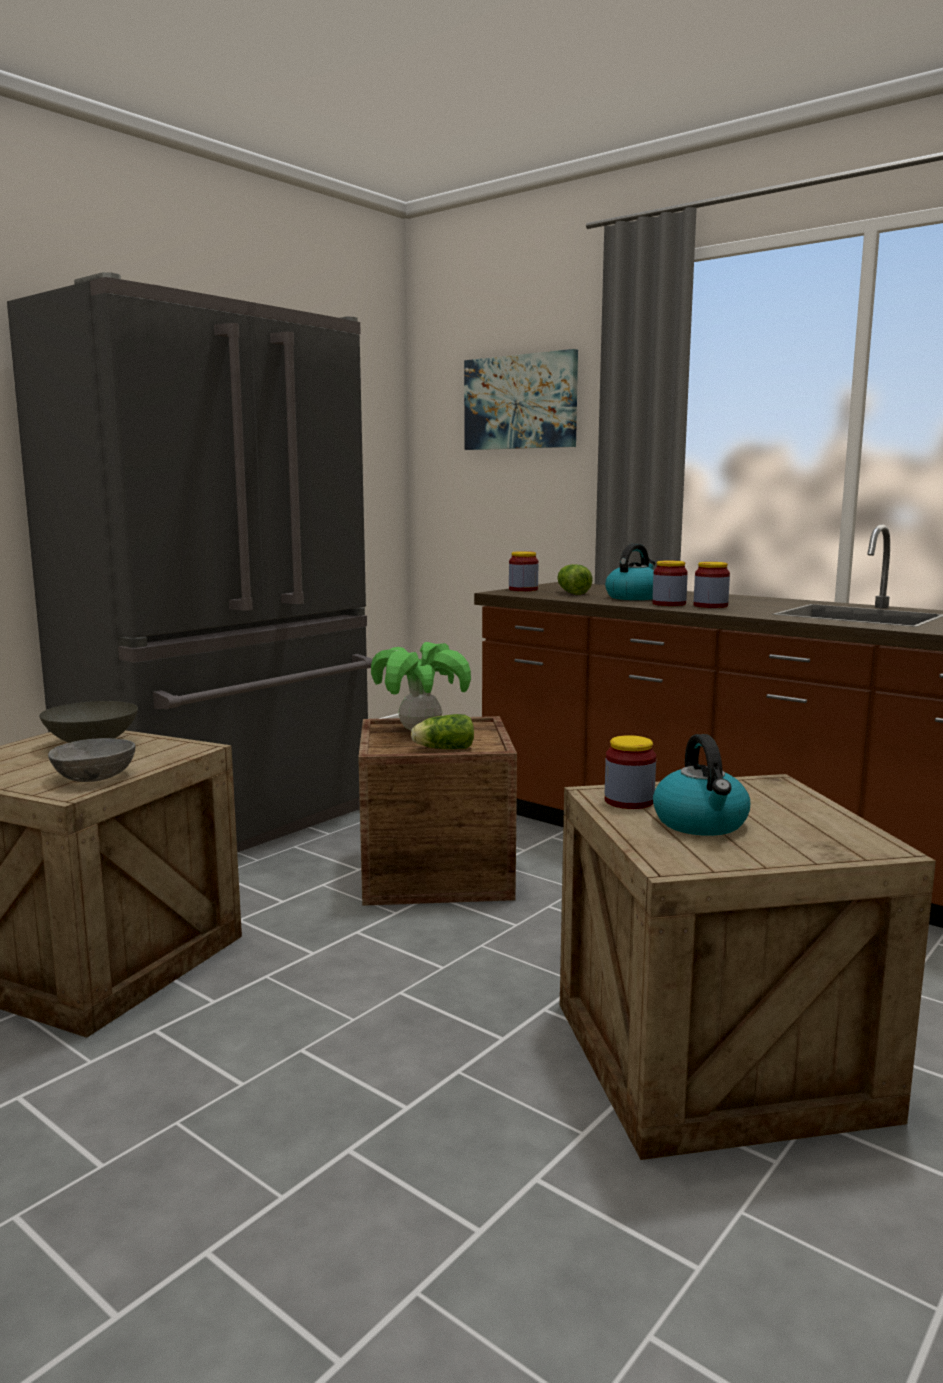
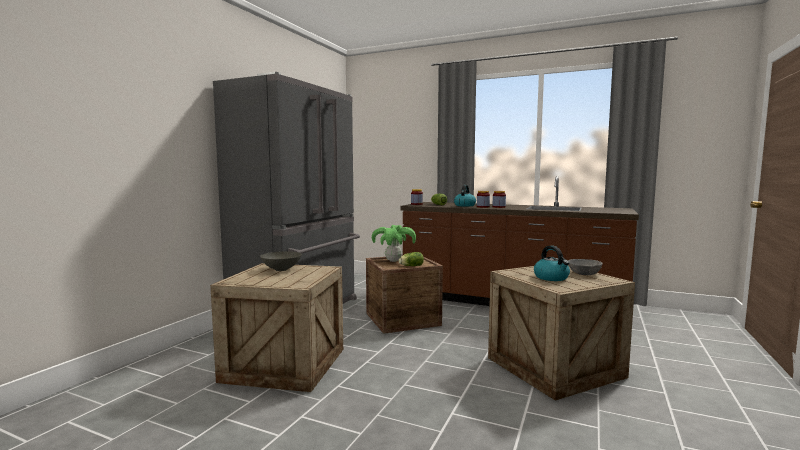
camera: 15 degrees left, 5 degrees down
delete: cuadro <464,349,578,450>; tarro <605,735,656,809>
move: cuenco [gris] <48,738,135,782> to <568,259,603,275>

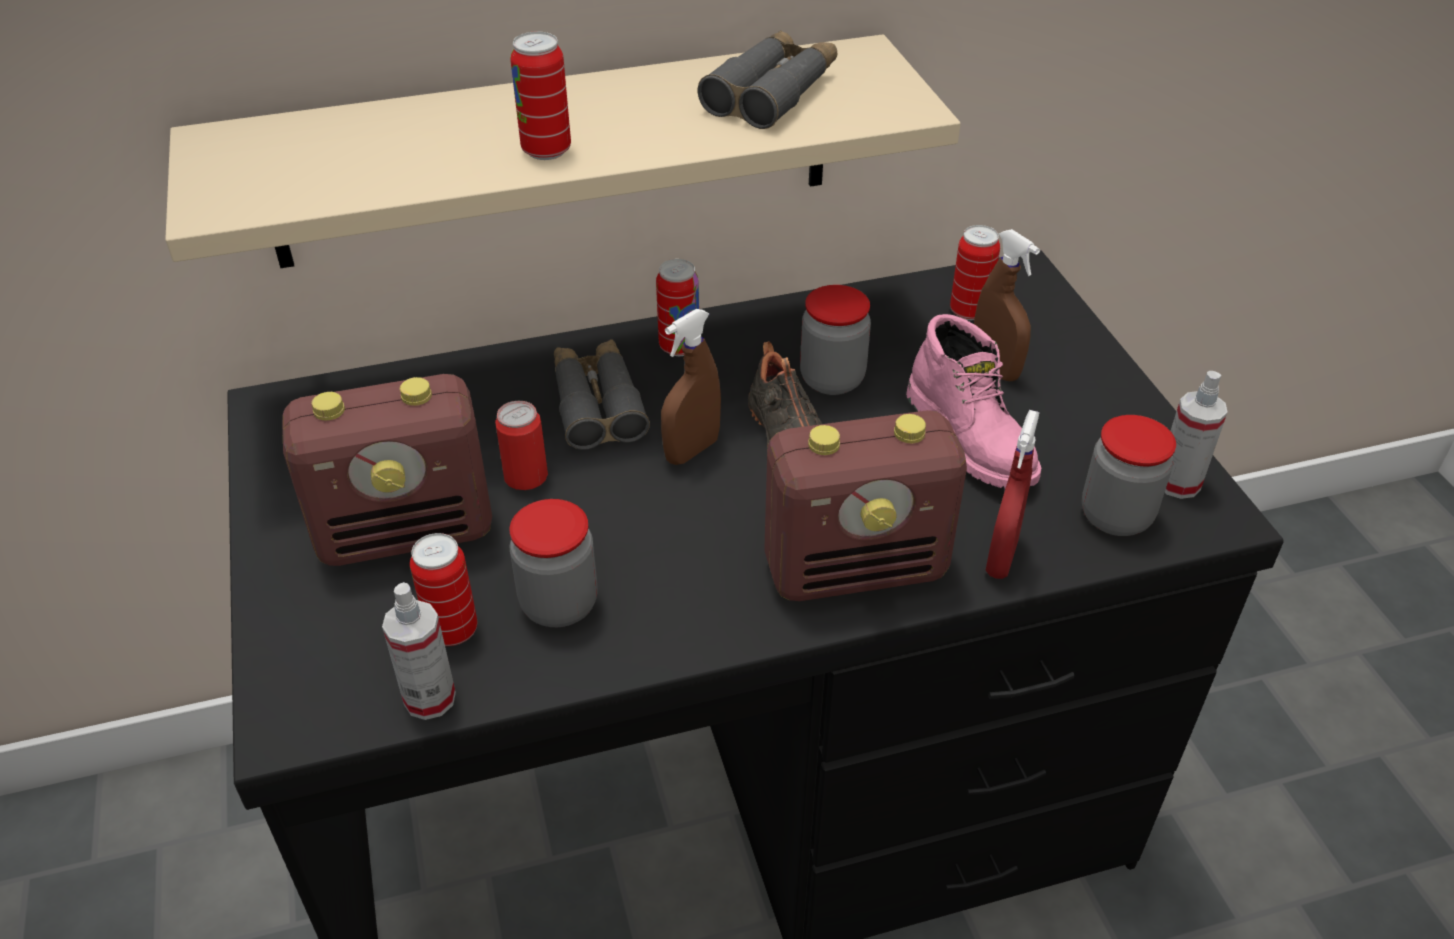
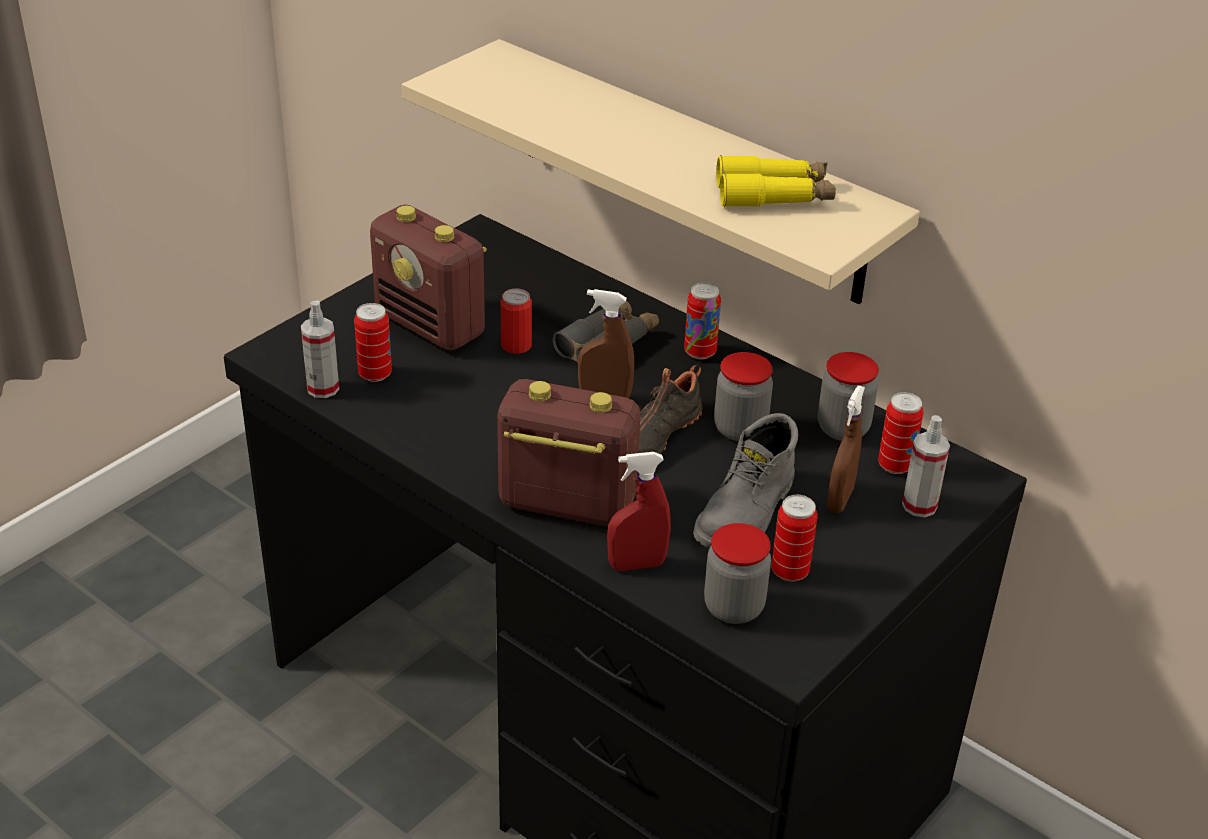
camera: 55 degrees right, 5 degrees down
move: lata <510,32,571,160> to <772,495,818,582>; pulverizador <1165,371,1228,499> to <902,415,950,517>; tarro <510,499,598,627> to <818,352,879,441>
recolor: prismáticos [gris] <698,31,837,129> to prismáticos [amarillo] <717,155,836,207>; bota [rosa] <906,314,1041,488> to bota [gris] <693,413,798,548>
rotate: radio <764,410,967,601> = <497,379,640,527> 150 degrees clockwise

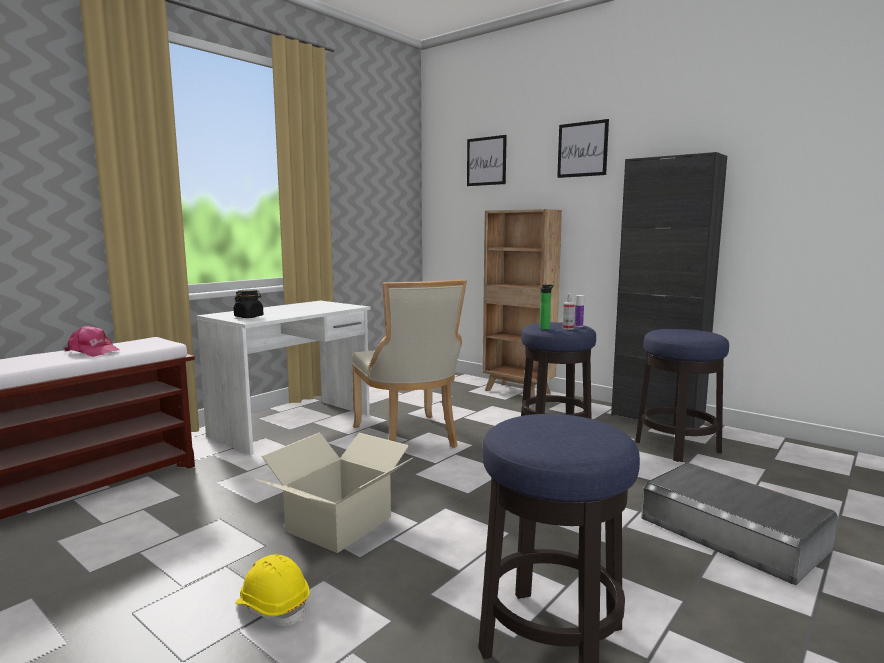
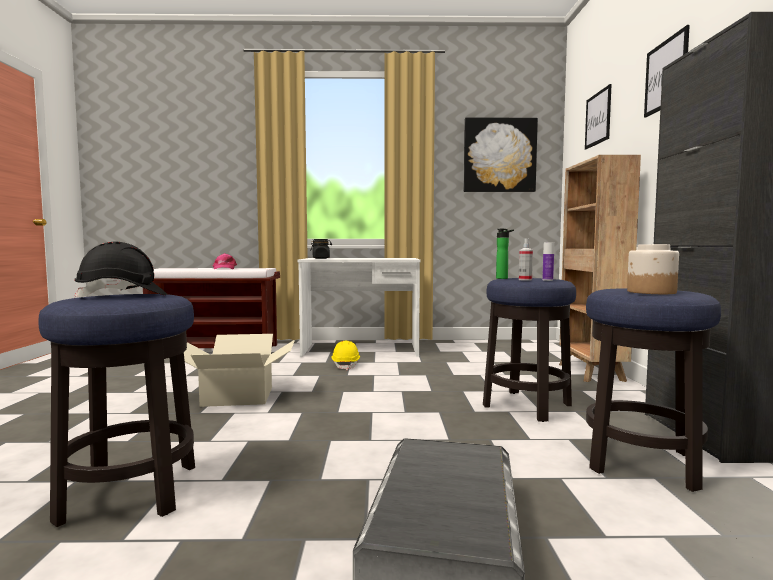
camera: 50 degrees right, 5 degrees down
delete: silla [beis] <352,279,467,448>
insert: cuadro <463,117,538,192>; casco [negro] <74,242,167,297>; tarro <627,244,679,294>
move: casco [amarillo] <235,555,309,626> to <331,341,360,370>

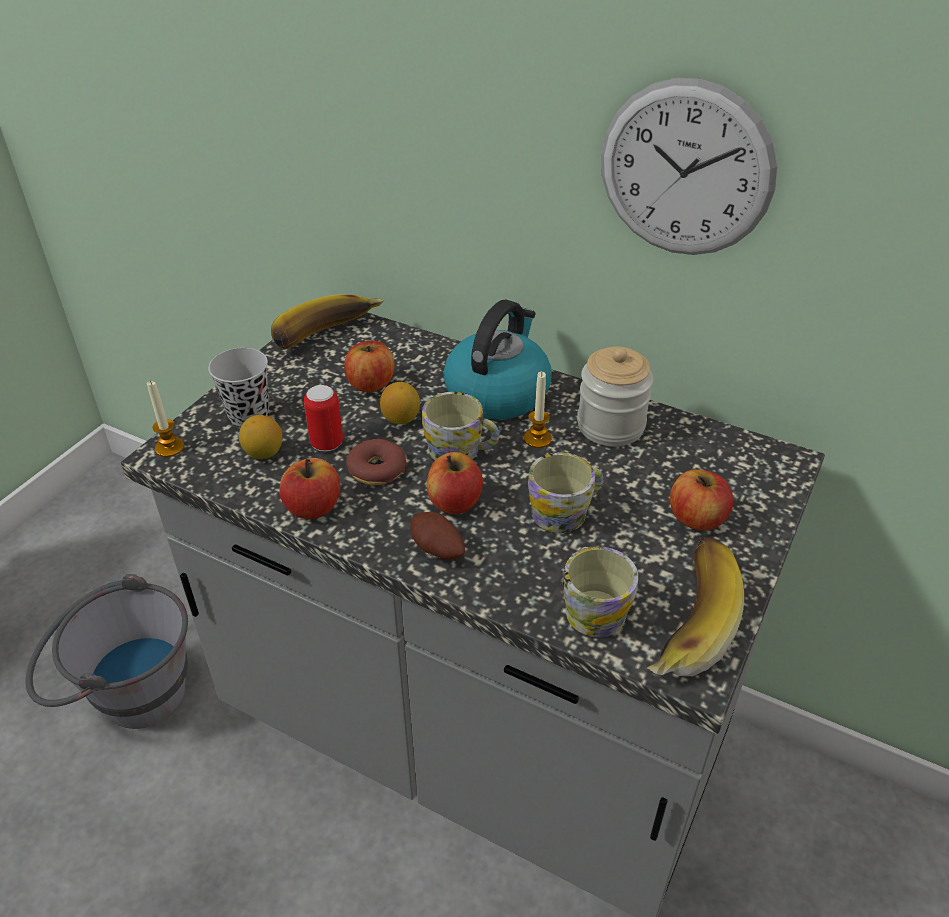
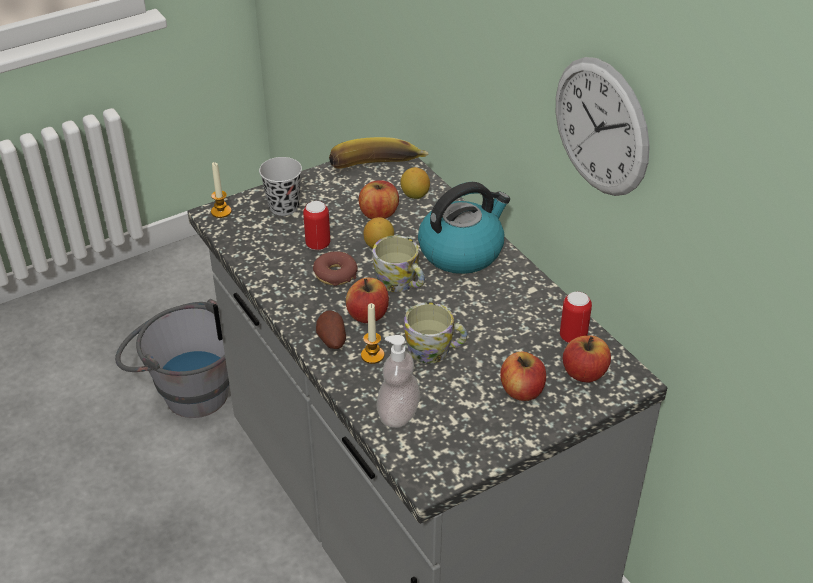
camera: 30 degrees right, 0 degrees up
delete: tarro <577,347,653,446>; plátano <647,538,744,676>
insert: lata <560,292,592,343>
move: vela <524,372,552,448> to <361,303,384,364>; limón <239,415,282,459> to <401,167,430,199>; manzana <279,458,340,519> to <563,336,611,382>
replace: taza grande <563,546,638,637> to dispensador de jabón <376,335,420,428>

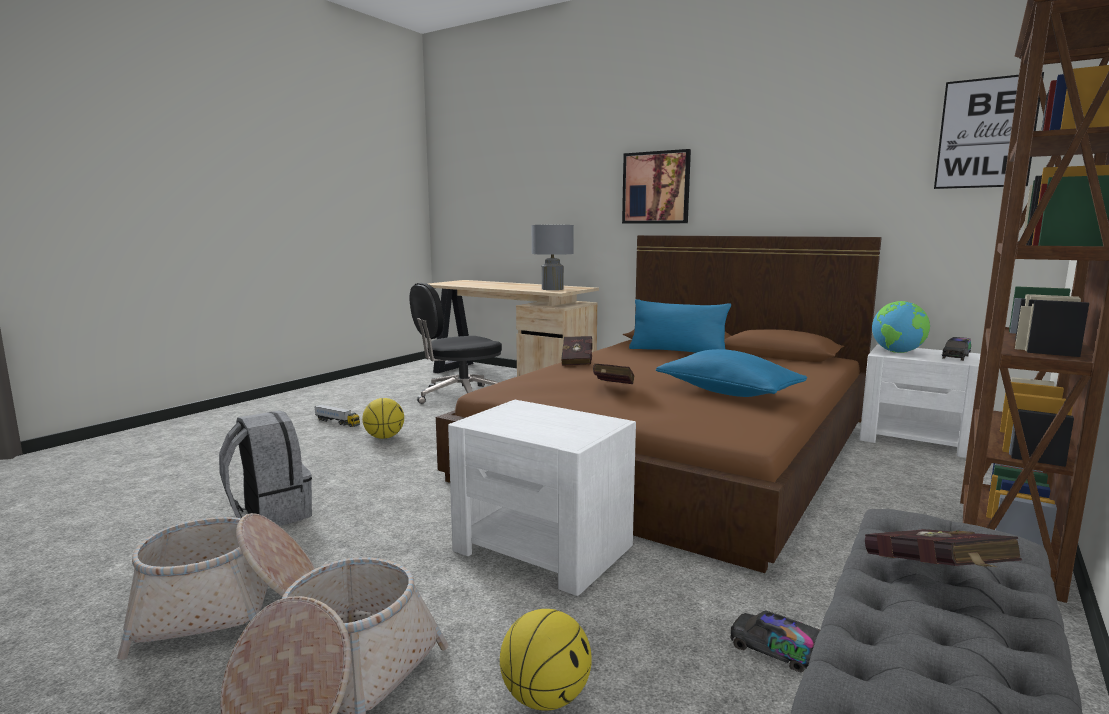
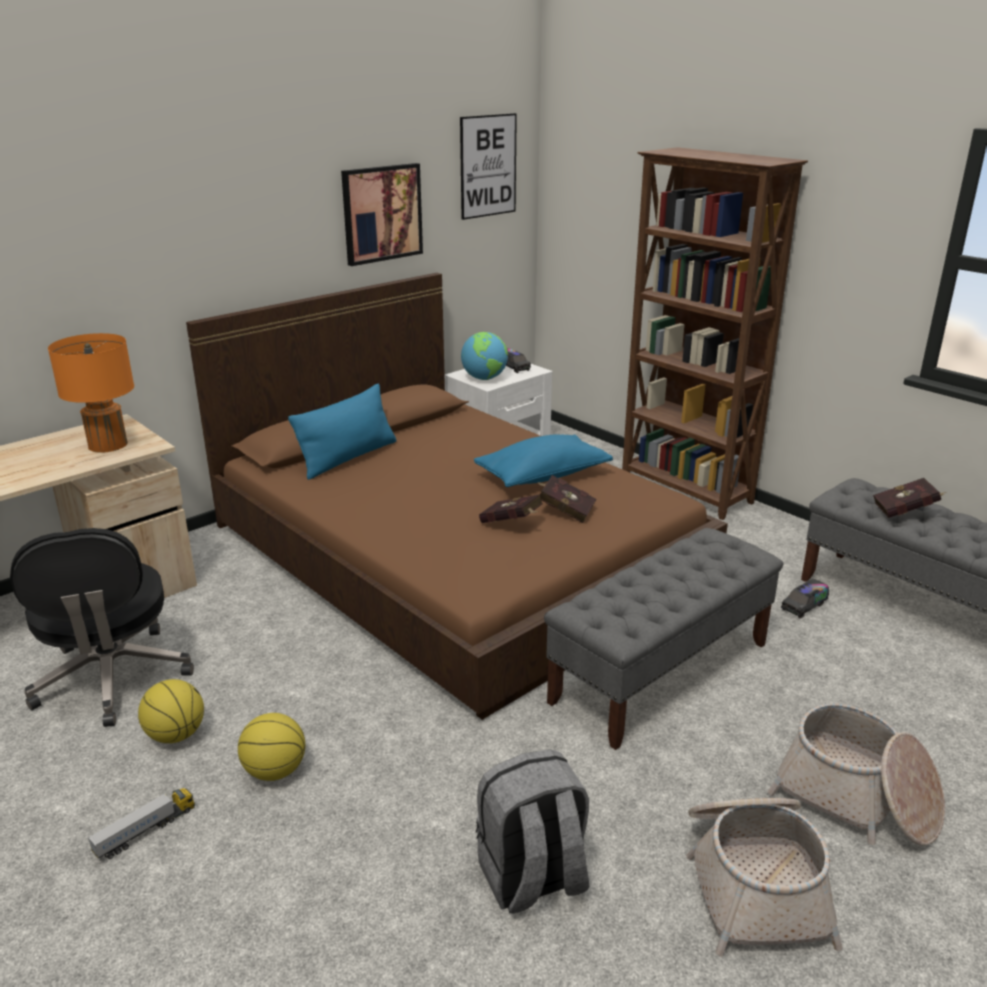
camera: 75 degrees left, 15 degrees up
move: cuadro <622,149,691,224> to <341,163,423,266>; libro [rojo] <561,336,593,366> to <537,475,596,523>; balón de baloncesto <500,609,592,711> to <138,679,204,743>
replace: mesita de noche [blanco] <448,400,636,596> to banco [gris] <544,528,783,750>
recolor: lámpara de mesa [gris] <531,225,574,290> to lámpara de mesa [naranja] <48,333,134,453>

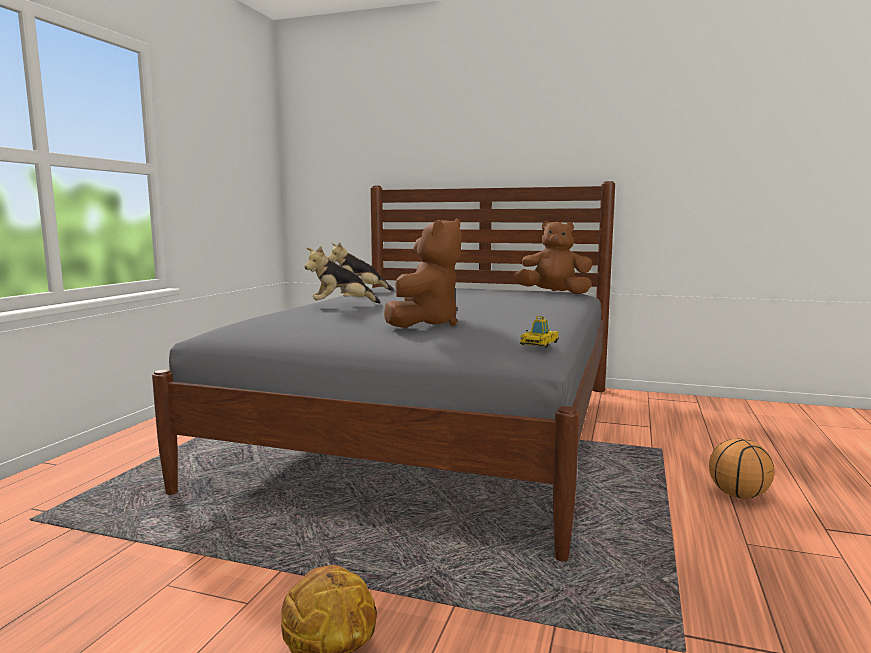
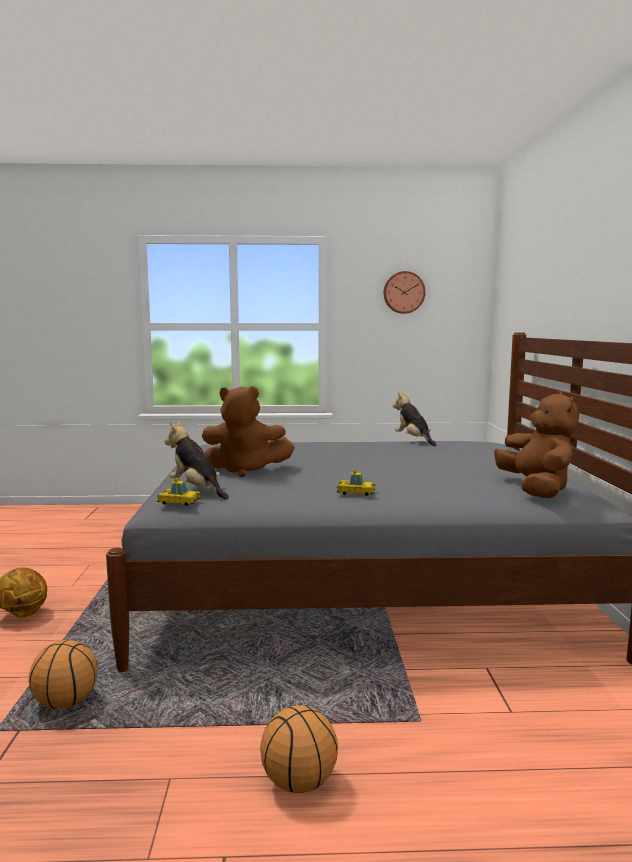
camera: 70 degrees right, 0 degrees up
insert: reloj de pared <384,271,426,314>; coche de juguete <337,469,376,496>; balón de baloncesto <29,640,98,709>
move: peluche <305,246,381,304> to <164,421,229,499>

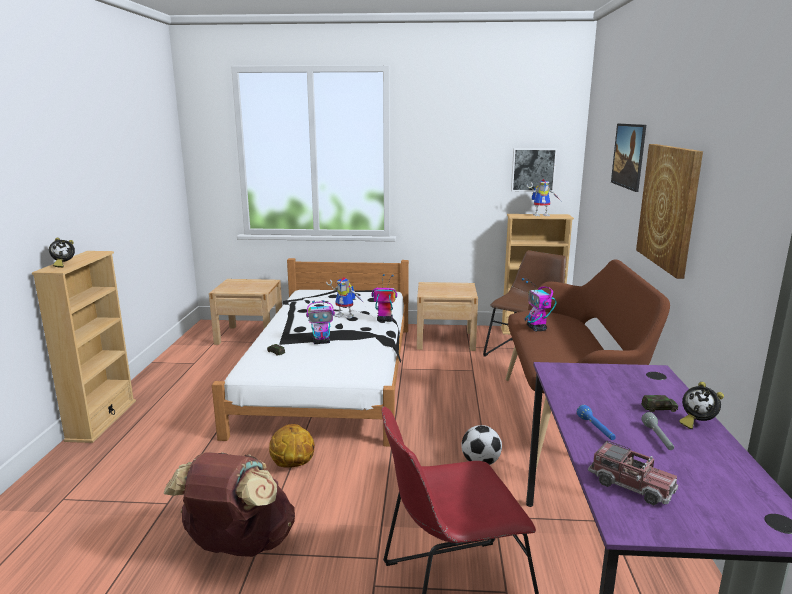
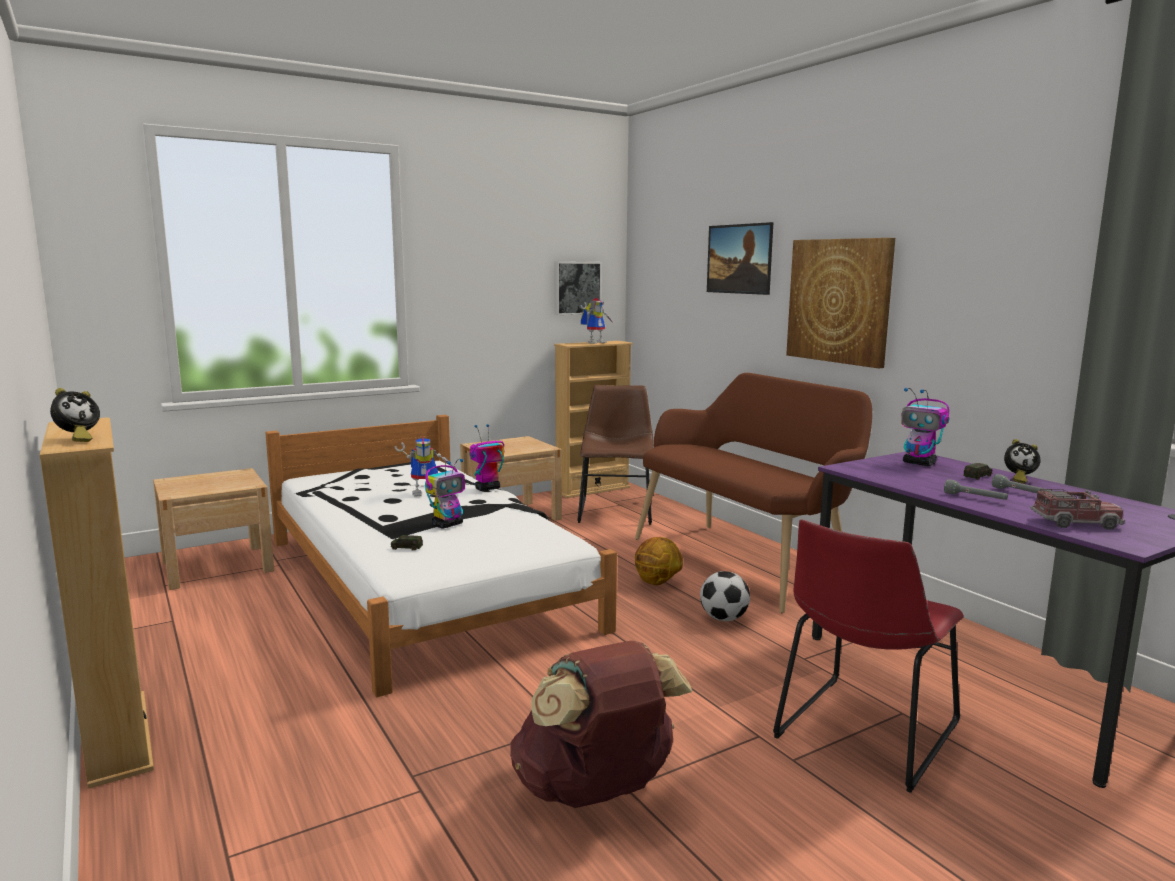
camera: 35 degrees left, 5 degrees down
move: robot de juguete <522,278,557,331> to <901,388,949,466>; balón de baloncesto <269,424,315,468> to <635,537,683,585>
recolor: linterna [azul] <577,405,616,440> to linterna [gris] <944,479,1008,500>

